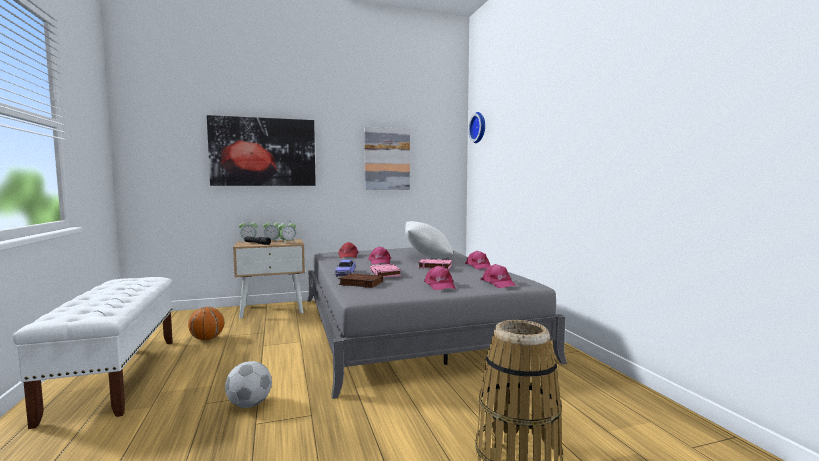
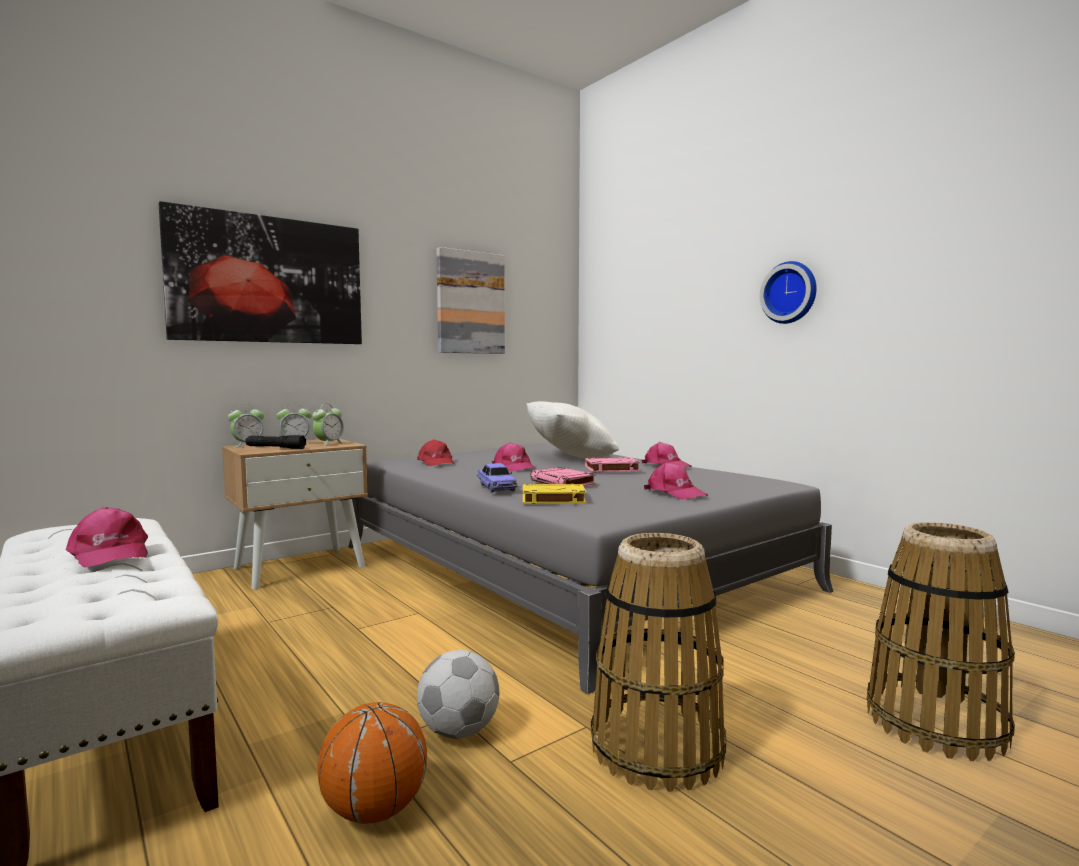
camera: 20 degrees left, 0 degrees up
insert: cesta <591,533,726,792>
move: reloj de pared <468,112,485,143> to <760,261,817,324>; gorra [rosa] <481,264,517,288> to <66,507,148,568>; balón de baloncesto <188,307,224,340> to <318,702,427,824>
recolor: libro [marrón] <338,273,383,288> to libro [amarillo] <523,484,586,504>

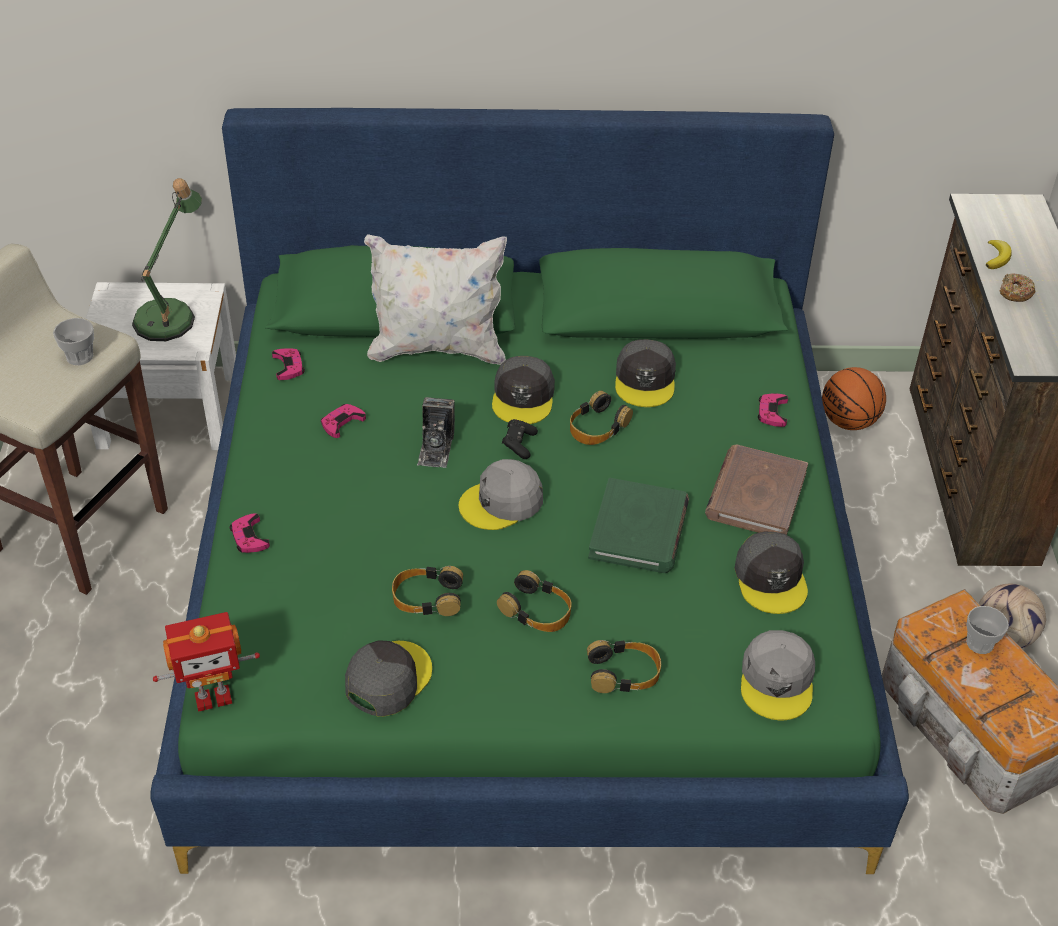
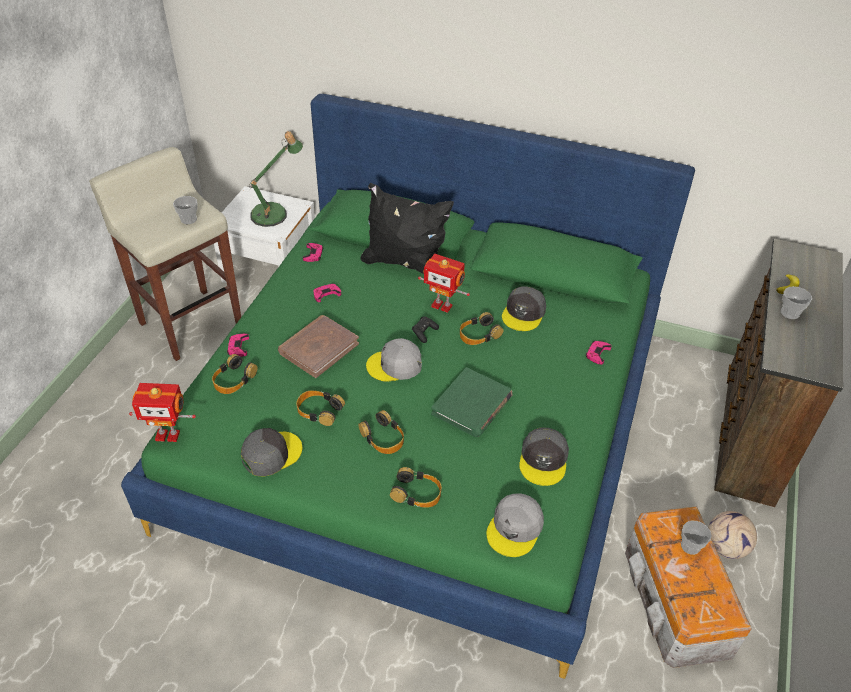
camera: 20 degrees right, 0 degrees up
delete: balón de baloncesto <822,367,886,430>; cámara <417,397,455,468>
insert: auriculares <212,354,258,394>
move: libro [marrón] <705,444,808,535> to <278,315,359,378>
replace: rosquilla <1000,273,1035,302> to taza <781,286,812,319>; gorra [gris] <492,356,555,424> to robot de juguete <418,254,470,313>
recolor: cojín [blanco] <364,234,507,365> to cojín [negro] <360,183,454,274>

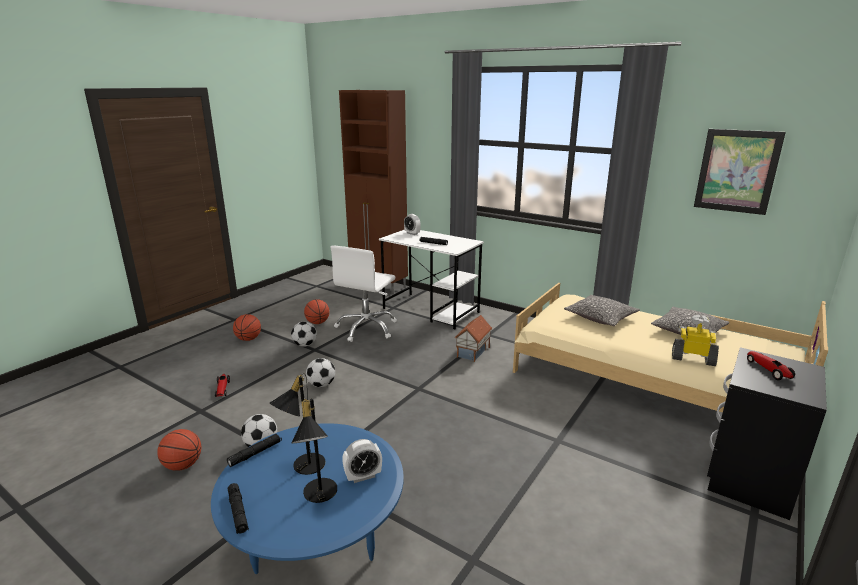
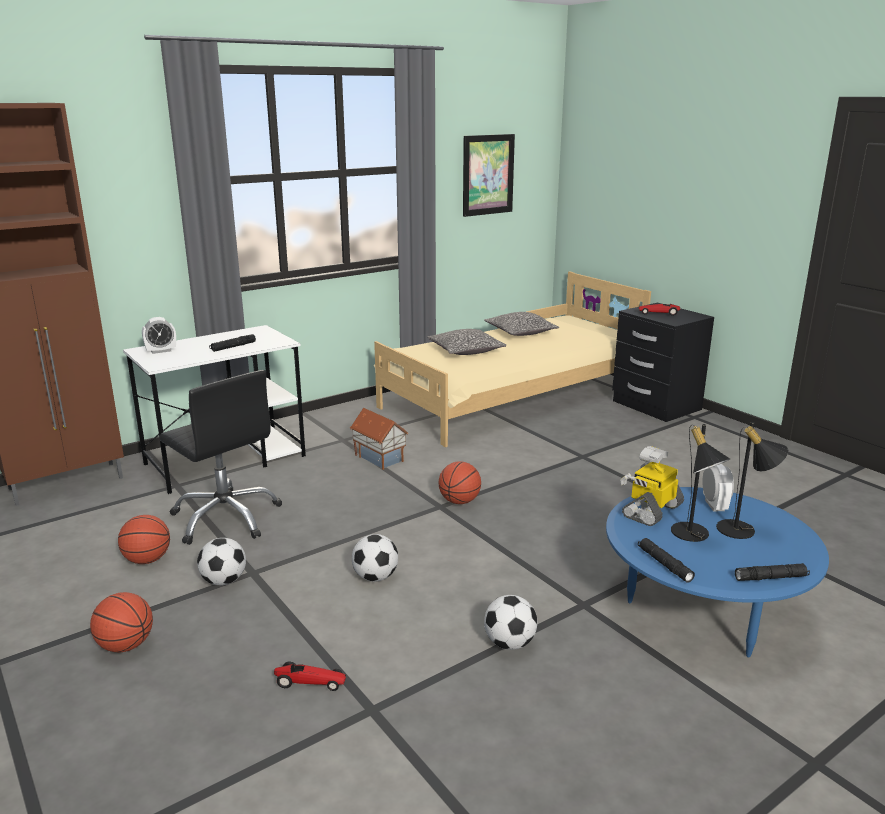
camera: 70 degrees left, 0 degrees up
move: robot de juguete <672,315,719,366> to <620,446,684,526>; balón de baloncesto <157,429,201,471> to <438,461,481,504>
recolor: silla de oficina [blanco] <330,245,397,342> to silla de oficina [negro] <159,370,282,545>

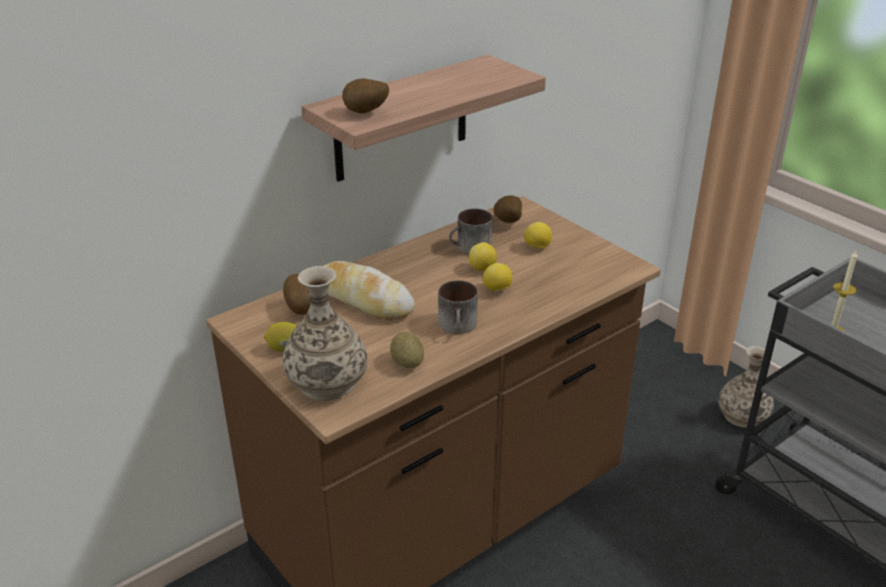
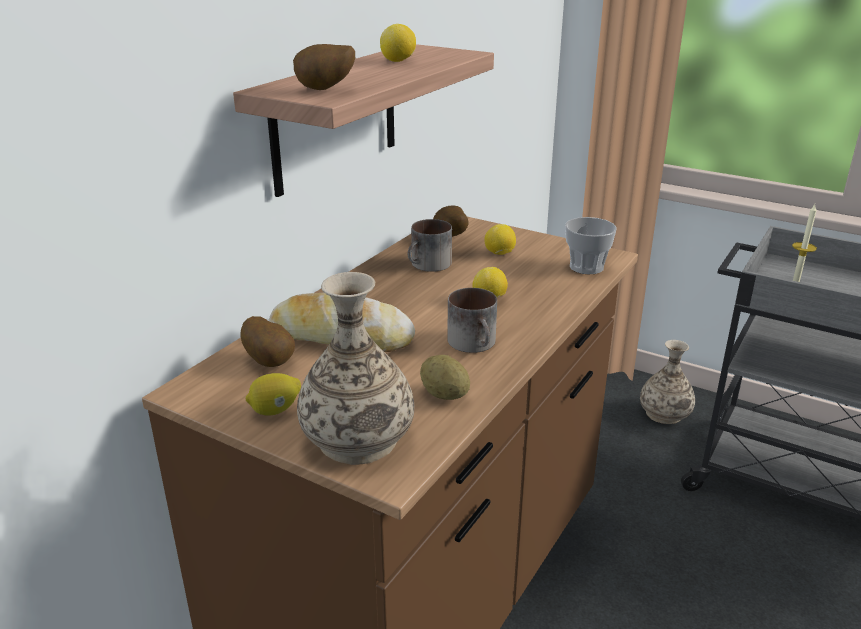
camera: 20 degrees left, 5 degrees down
insert: taza <565,217,617,274>
move: limón <469,242,497,271> to <380,24,416,62>

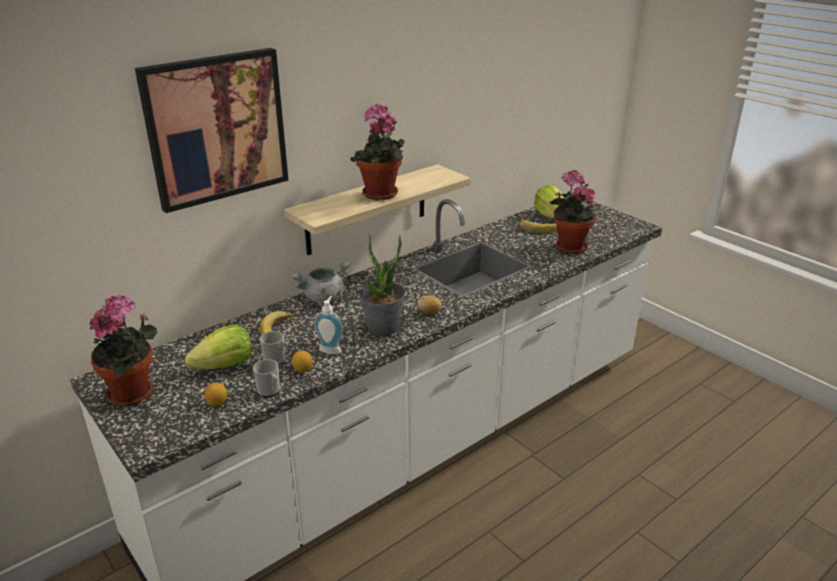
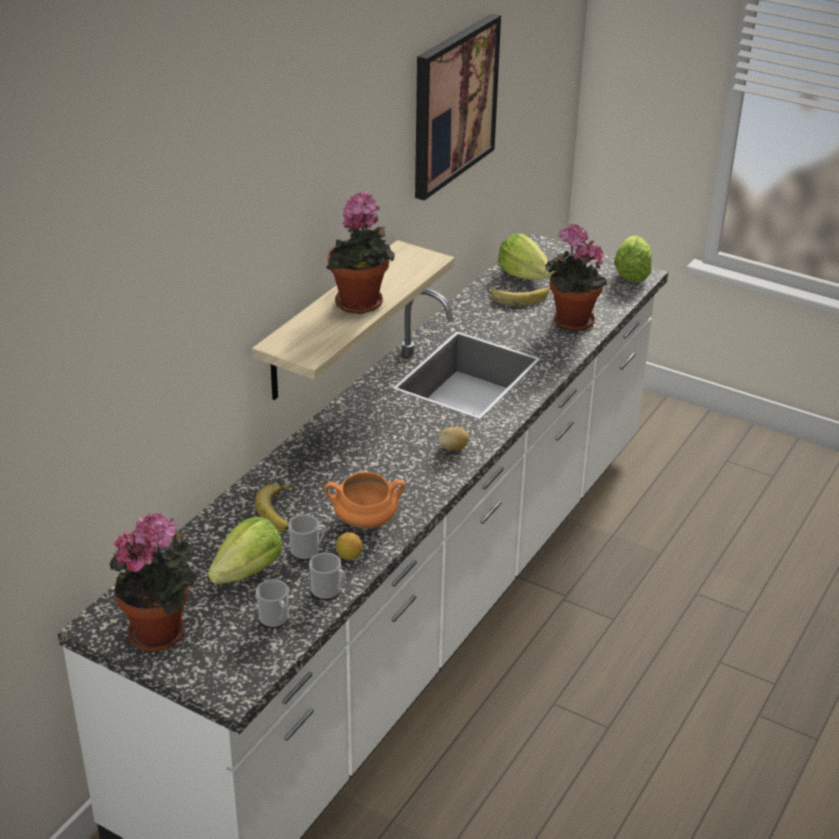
camera: 20 degrees left, 5 degrees up
delete: planta en maceta <359,234,405,336>; olla [gris] <292,262,350,303>
insert: lechuga <614,236,652,281>
move: cuadro <135,48,289,213> to <415,13,501,201>
replace: dispensador de jabón <314,296,343,354> to olla [naranja] <324,472,406,529>; limón <204,383,227,406> to taza grande <256,579,289,628>

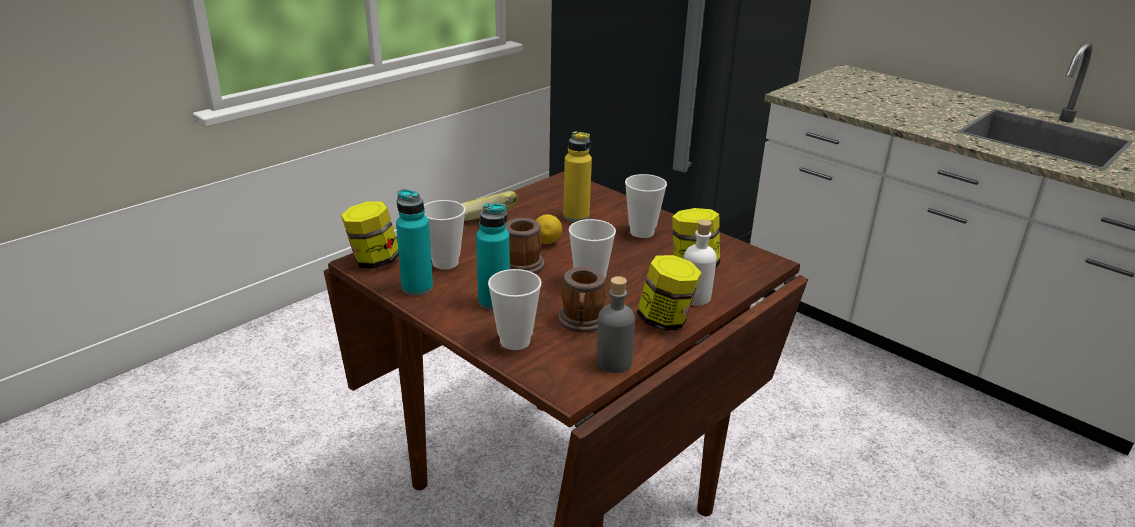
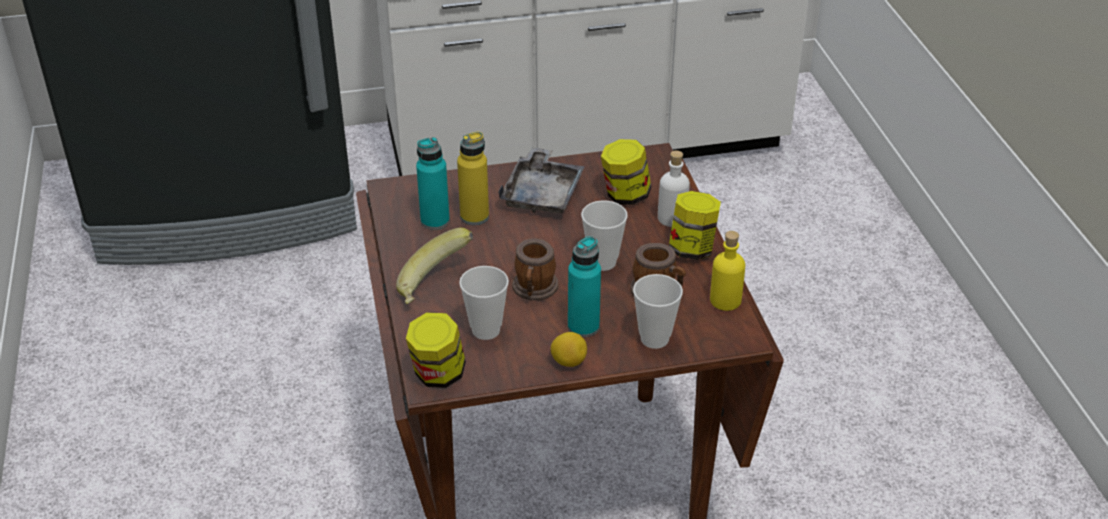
camera: 55 degrees left, 10 degrees up
move: botella [turquesa] <396,189,433,296> to <416,137,450,230>; limón <536,214,562,244> to <551,332,587,367>
replace: taza <625,174,667,238> to bandeja [gris] <498,147,585,213>
recolor: botella [gris] <597,276,635,373> to botella [amarillo] <710,231,745,311>

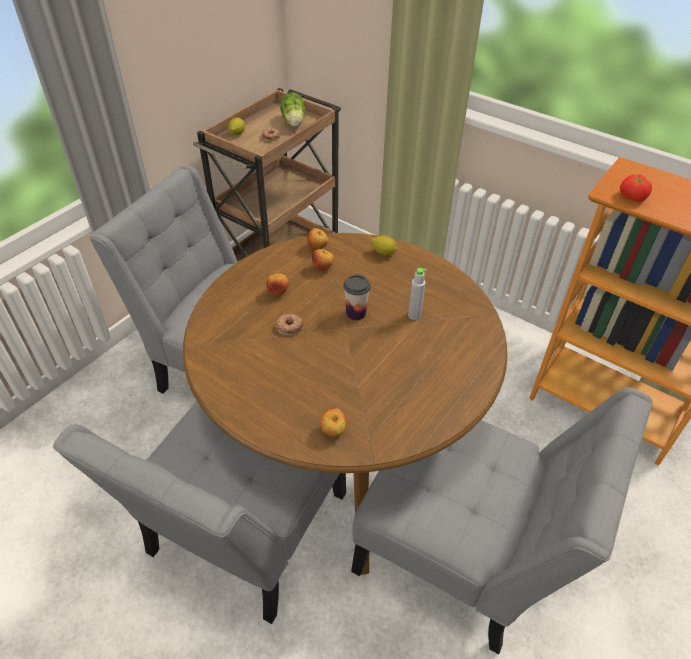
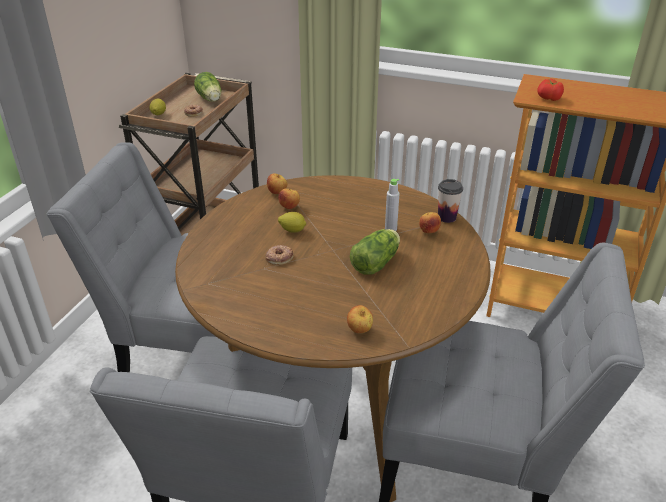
camera: 15 degrees left, 10 degrees down
insert: lechuga <350,229,400,275>
move: limón <371,236,397,256> to <278,212,306,233>; manzana <266,274,289,295> to <419,212,441,233>; taza <343,275,371,320> to <438,179,463,223>

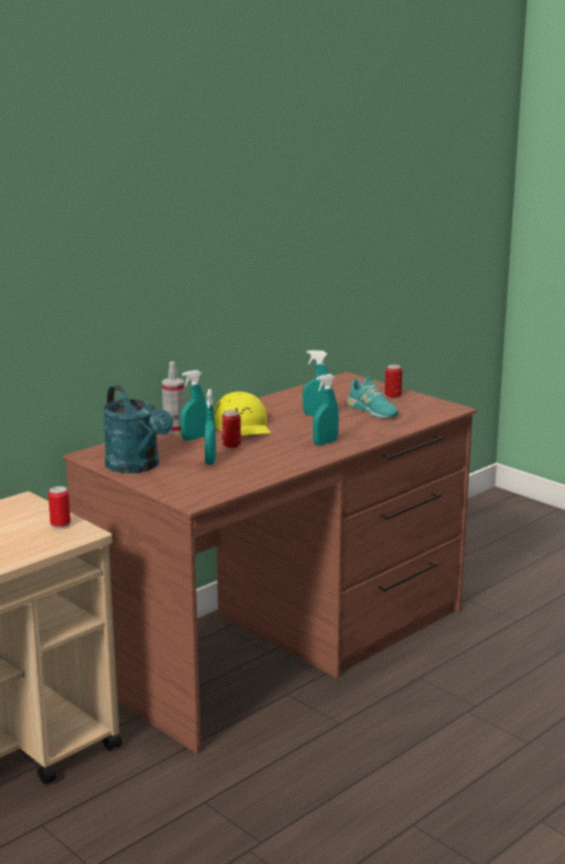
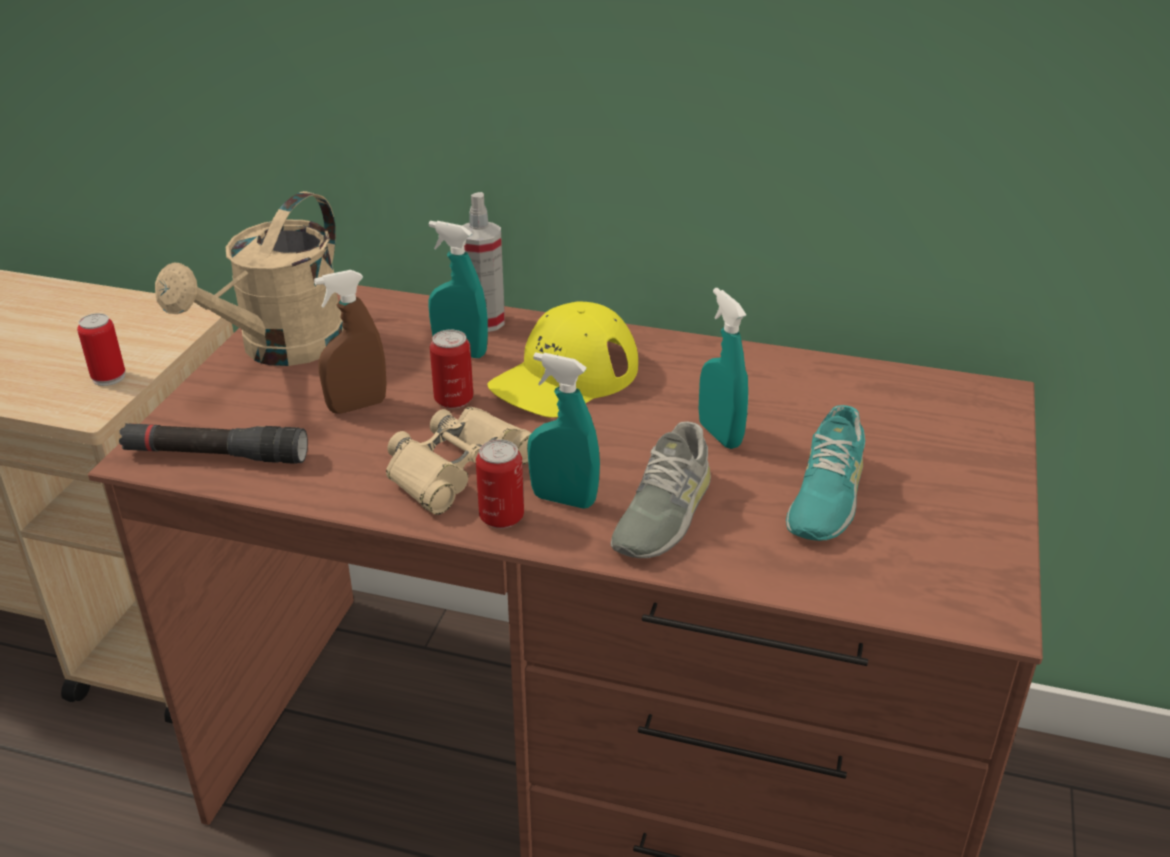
camera: 60 degrees right, 15 degrees up
insert: prismáticos [beis] <386,407,531,515>; zapato [gris] <611,422,711,558>; linterna [negro] <119,423,308,464>
move: lata <385,364,402,398> to <476,440,524,528>
recolor: regadera [turquesa] <102,385,173,473> to regadera [beis] <155,191,344,366>; pulverizador [turquesa] <205,389,216,465> to pulverizador [marrón] <314,270,387,413>

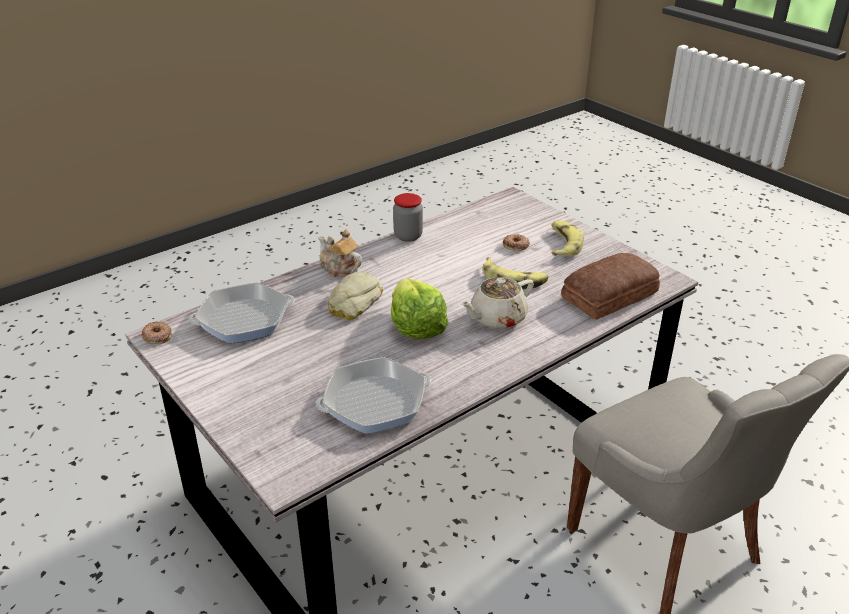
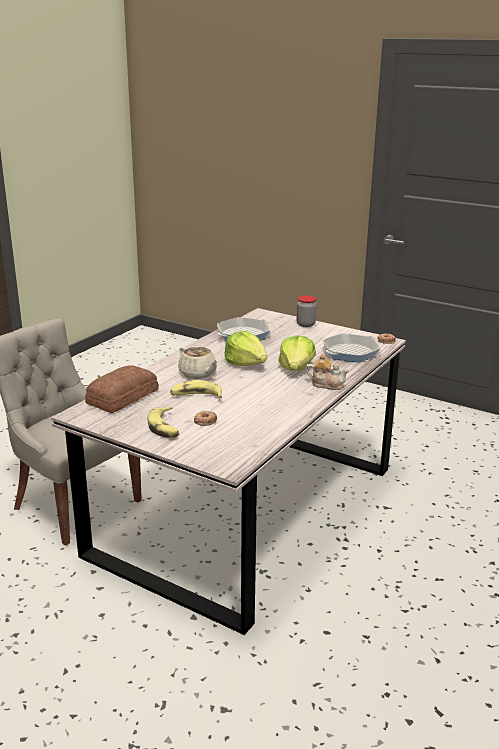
camera: 160 degrees right, 10 degrees down
move: tarro <393,193,423,242> to <296,295,317,327>
replace: pan <328,272,383,320> to lechuga <278,335,316,371>
rotate: tetera [beis] <461,277,534,329> = <178,345,218,379> 105 degrees clockwise

